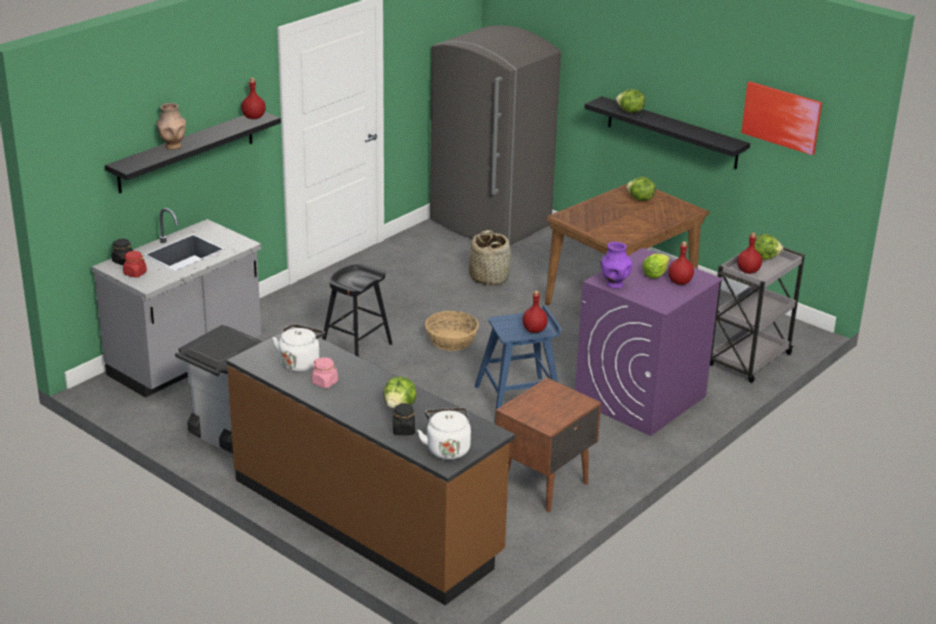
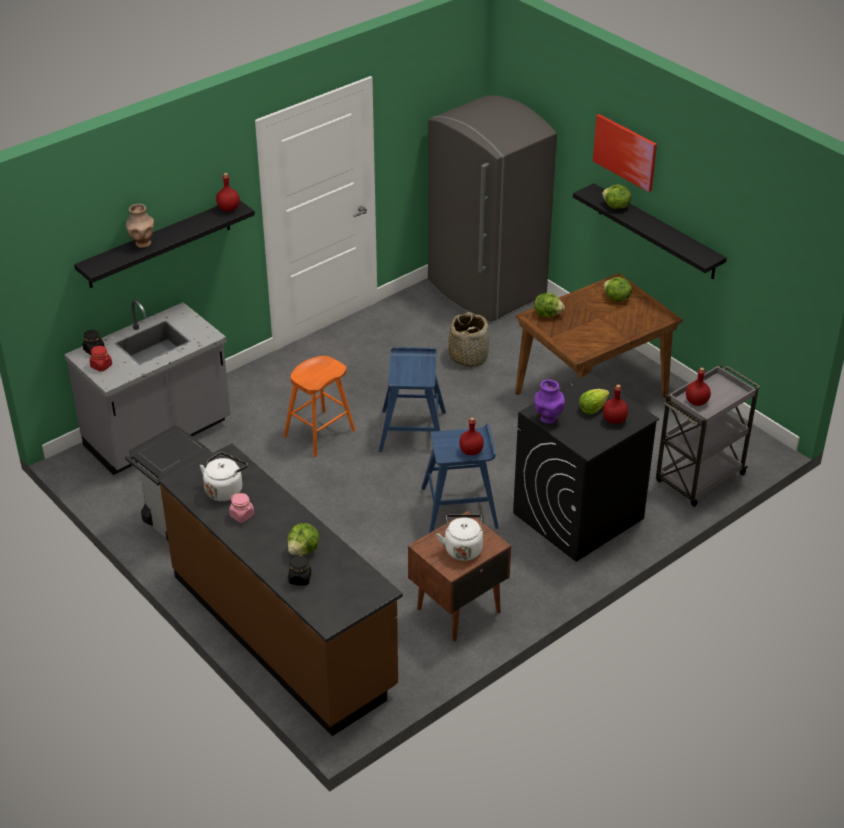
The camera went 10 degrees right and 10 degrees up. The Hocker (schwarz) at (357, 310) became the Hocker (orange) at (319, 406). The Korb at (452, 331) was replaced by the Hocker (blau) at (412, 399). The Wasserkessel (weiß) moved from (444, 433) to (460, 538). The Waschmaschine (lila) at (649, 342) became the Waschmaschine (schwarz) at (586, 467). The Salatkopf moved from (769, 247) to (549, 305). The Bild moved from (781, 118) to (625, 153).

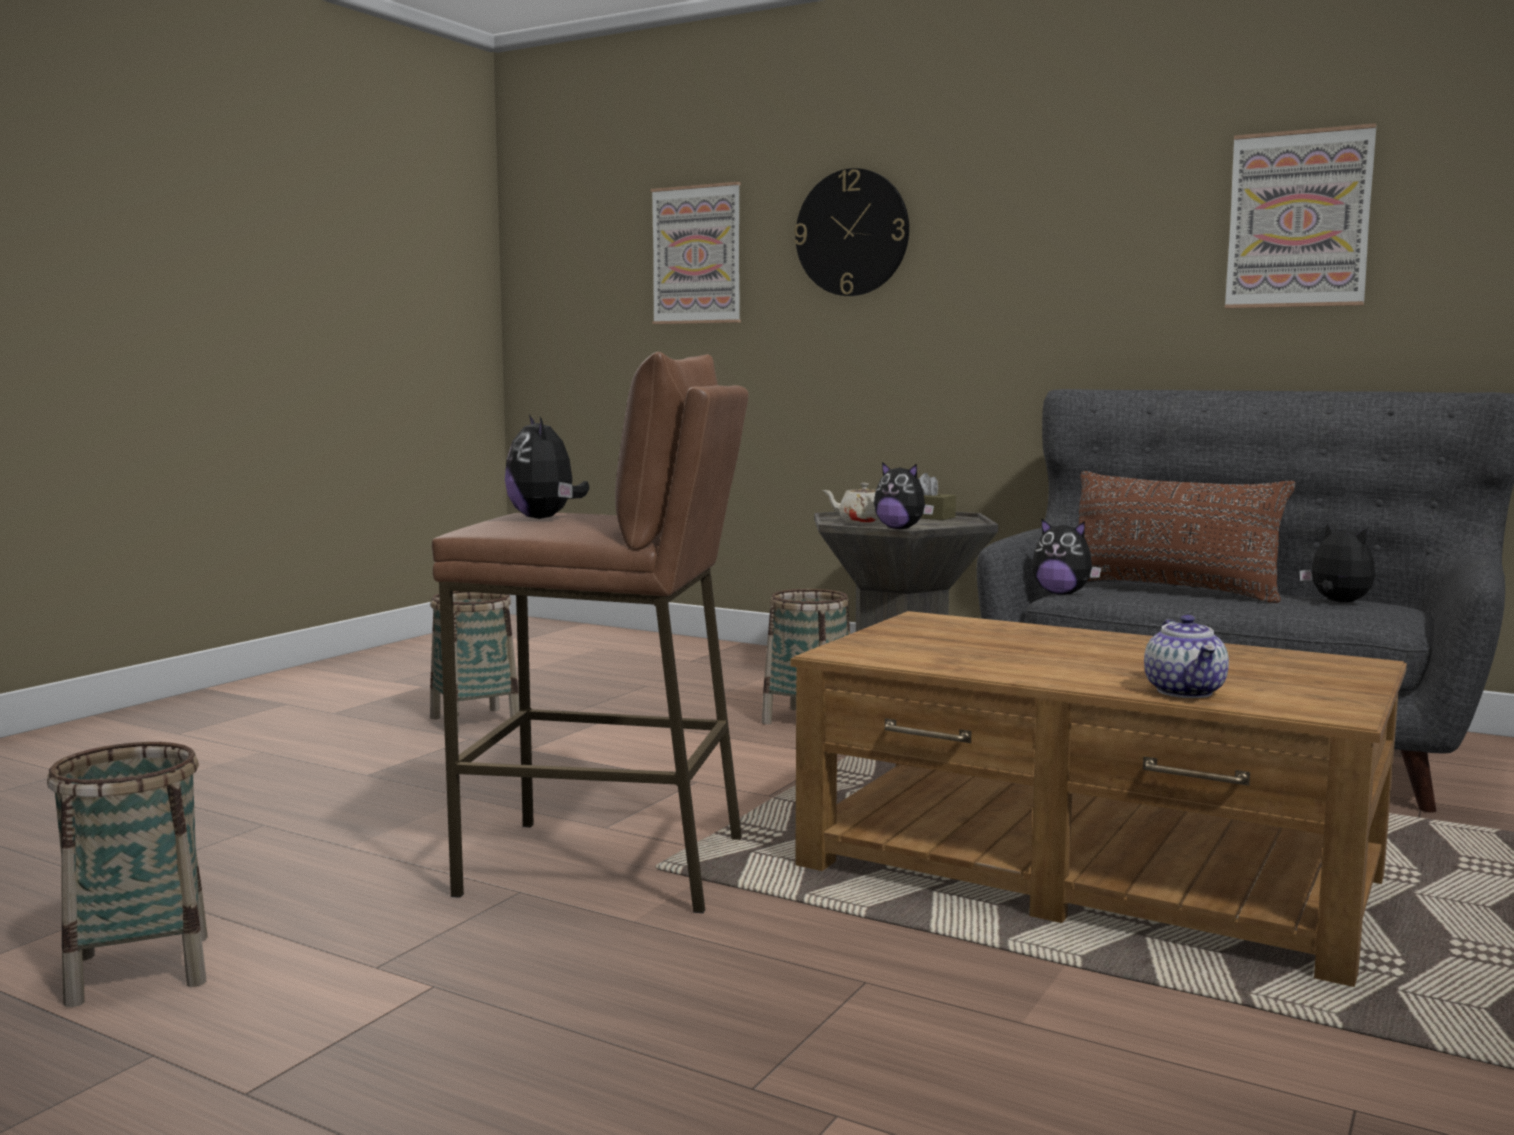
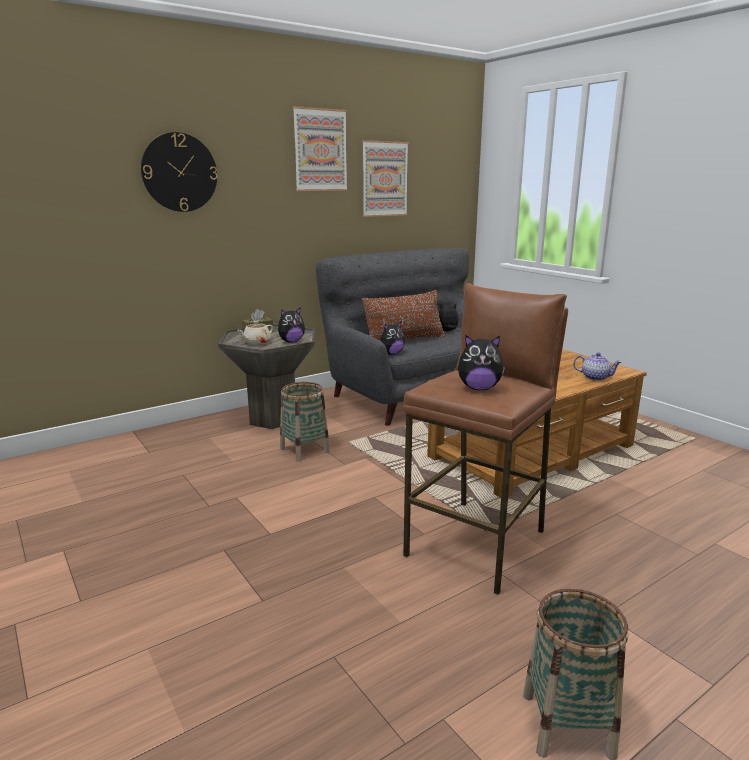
The camera went 65 degrees left and 10 degrees up. The Bild moved from (696, 253) to (320, 148). The Korb at (474, 662) disappeared.

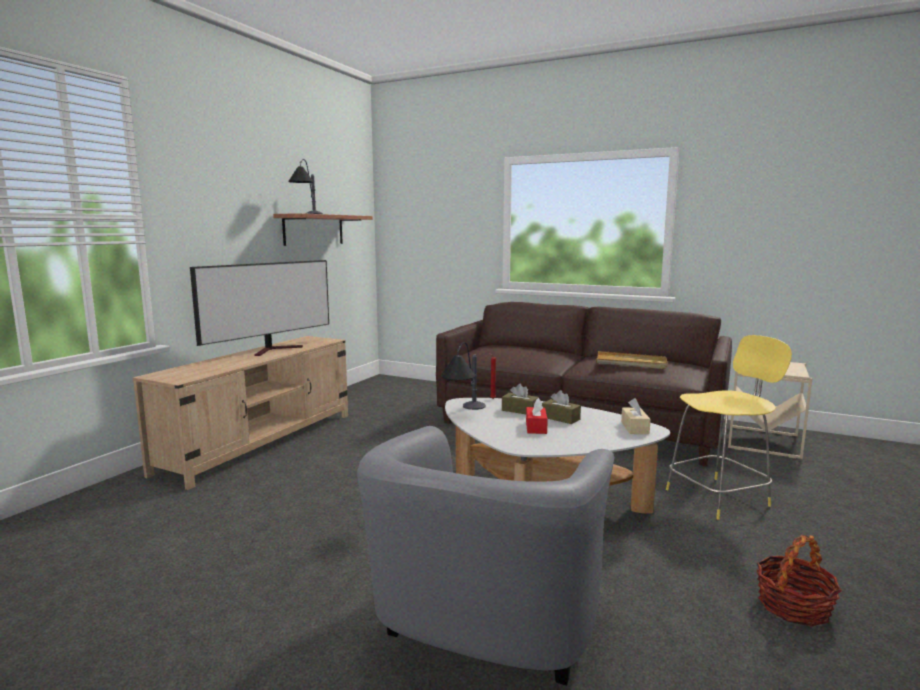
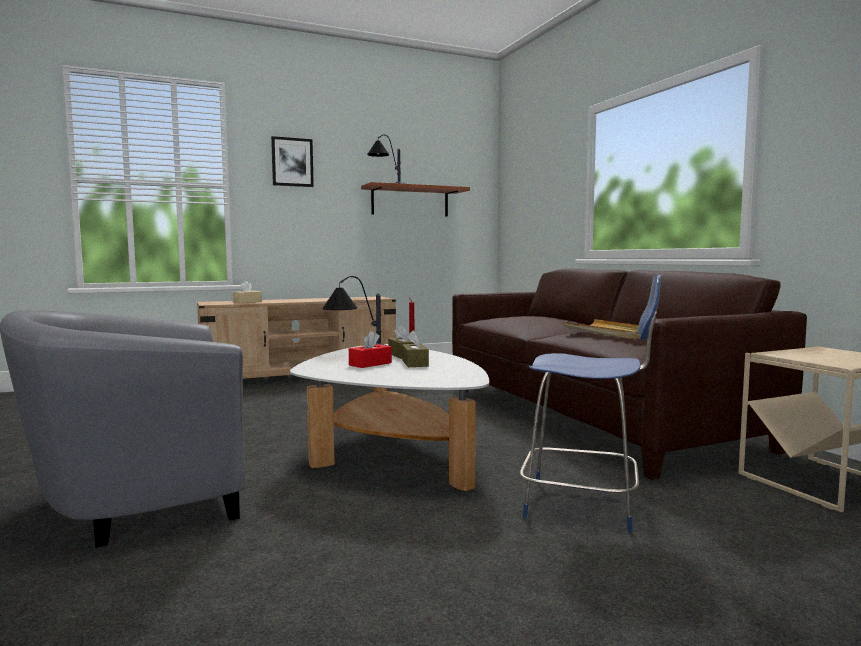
The camera went 40 degrees right and 5 degrees down. The Taschentuchbox (beige) moved from (636, 416) to (247, 292). The Bild at (292, 161) appeared. The Hocker (gelb) at (729, 427) became the Hocker (blau) at (590, 403). The Fernseher at (259, 308) disappeared. The Korb at (799, 581) disappeared.

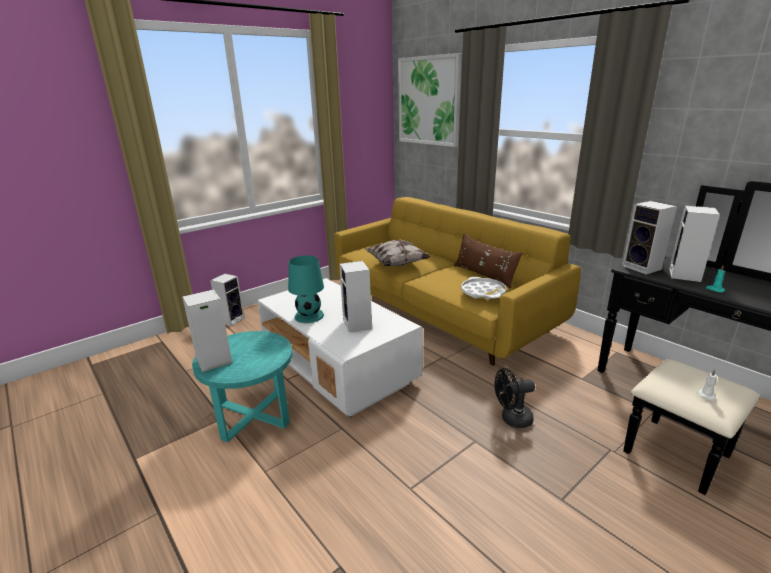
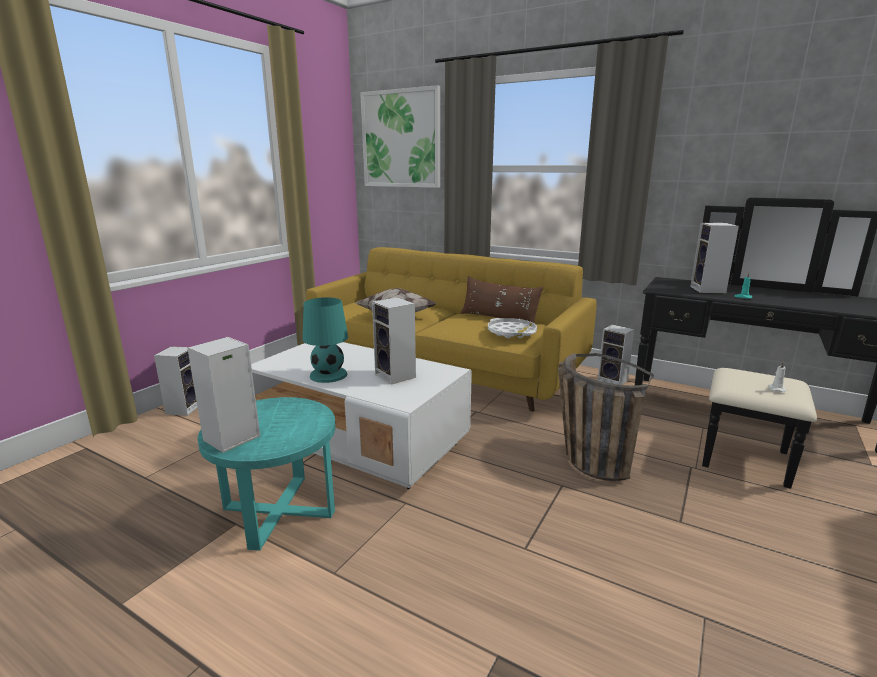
The camera went 20 degrees left and 5 degrees down. The Ventilator (schwarz) at (514, 398) was replaced by the Korb at (606, 417). The Lautsprecher moved from (649, 238) to (616, 355).

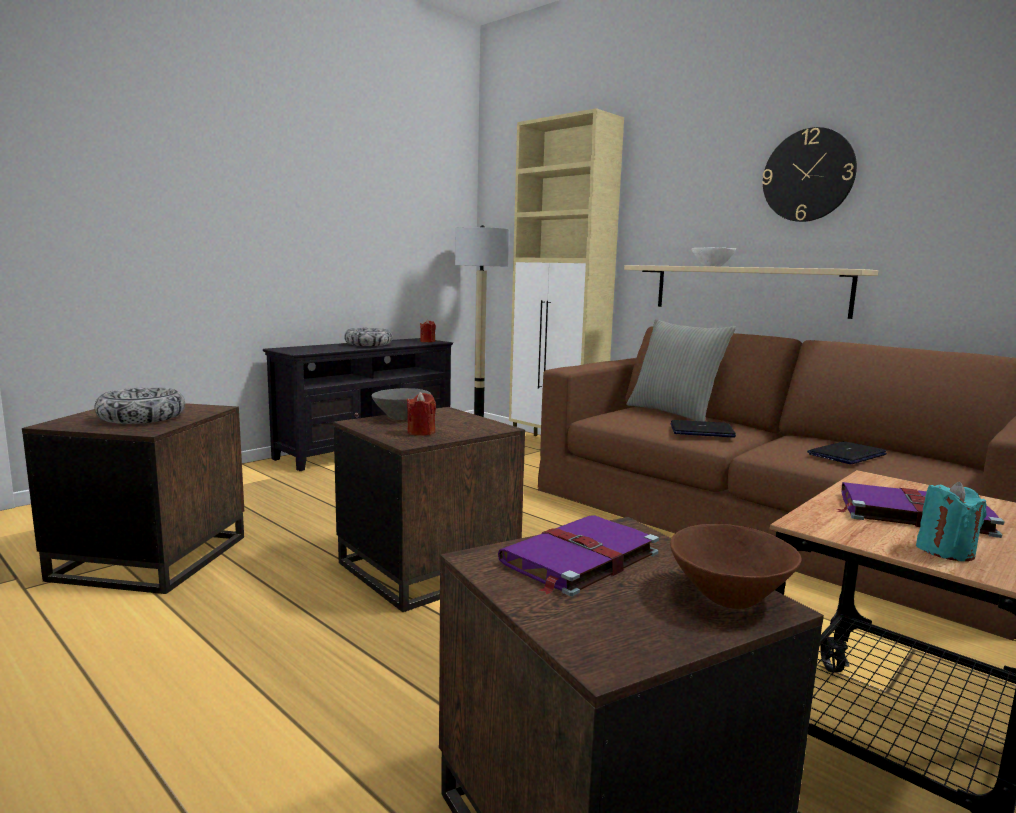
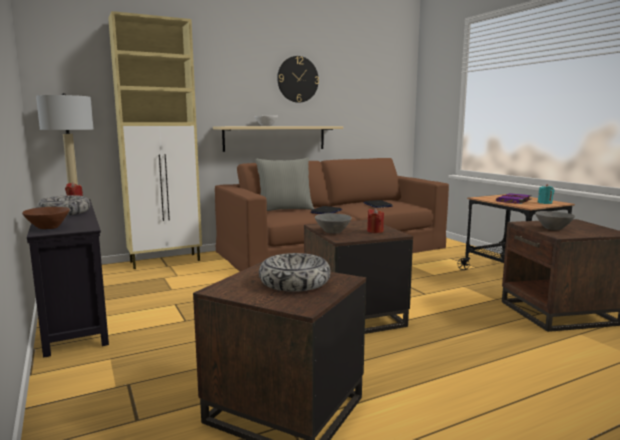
The camera went 70 degrees left and 0 degrees up. The Schüssel (braun) moved from (736, 566) to (46, 218). The Buch (lila) at (578, 555) was replaced by the Schüssel (grau) at (555, 220).

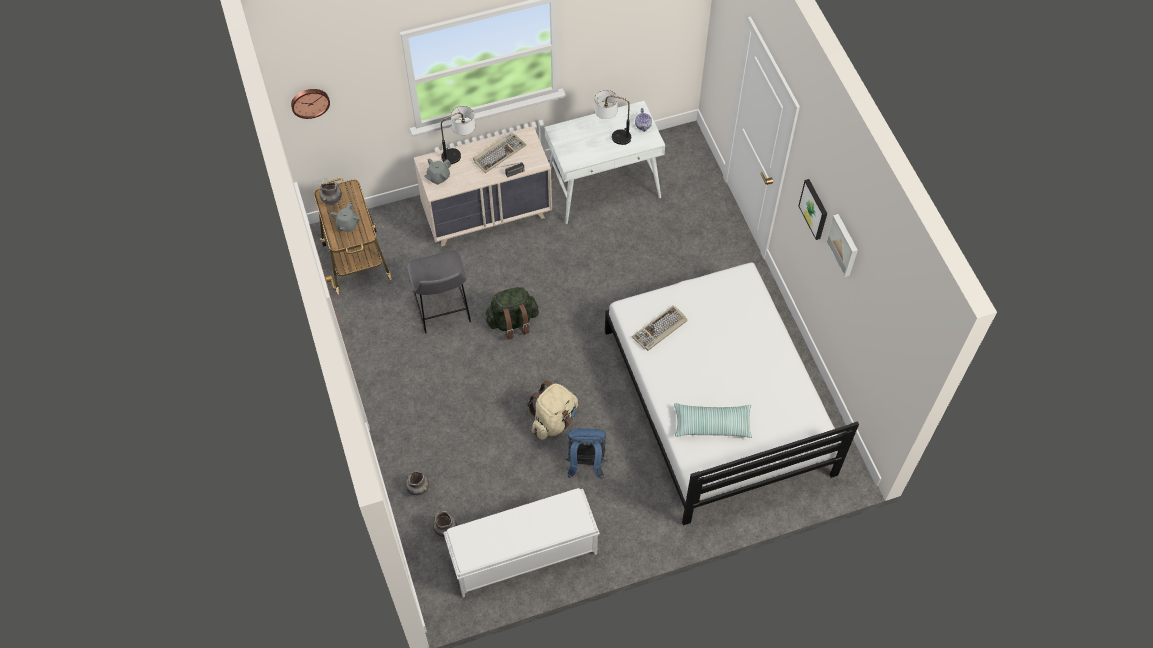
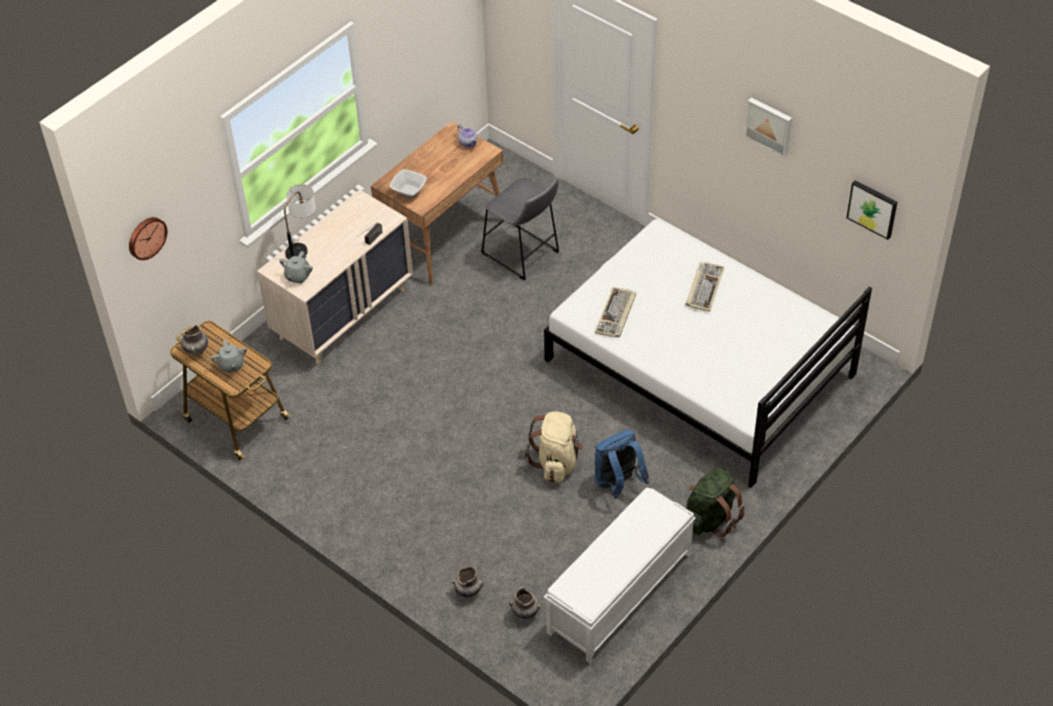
The camera went 30 degrees left and 10 degrees down. The Schreibtisch (weiß) at (605, 162) became the Schreibtisch (braun) at (437, 203). The Schüssel at (408, 184) appeared. The Hocker (grau) moved from (438, 292) to (520, 229). The Tastatur moved from (499, 152) to (705, 287). The Rucksack (grün) moved from (511, 313) to (715, 503). The Bild moved from (812, 209) to (871, 210). The Tischlampe at (612, 117) disappeared. The Kissen at (713, 420) disappeared.

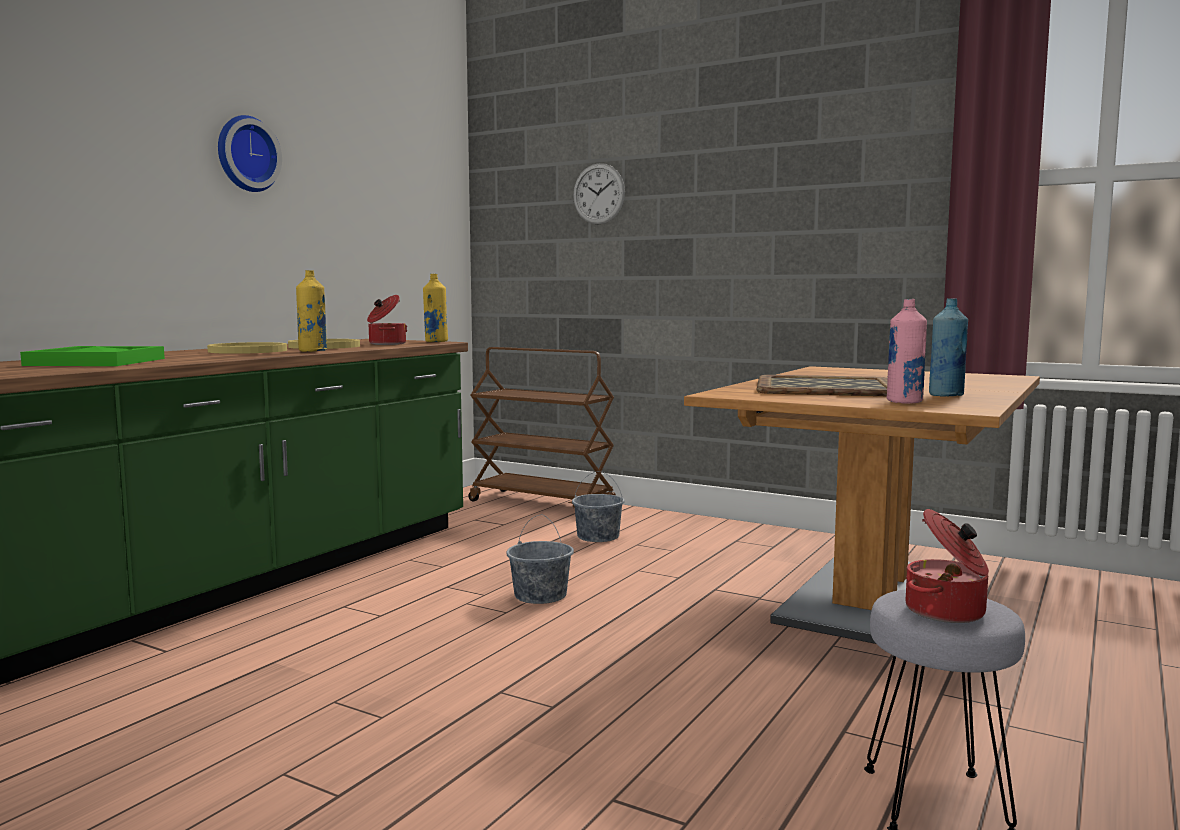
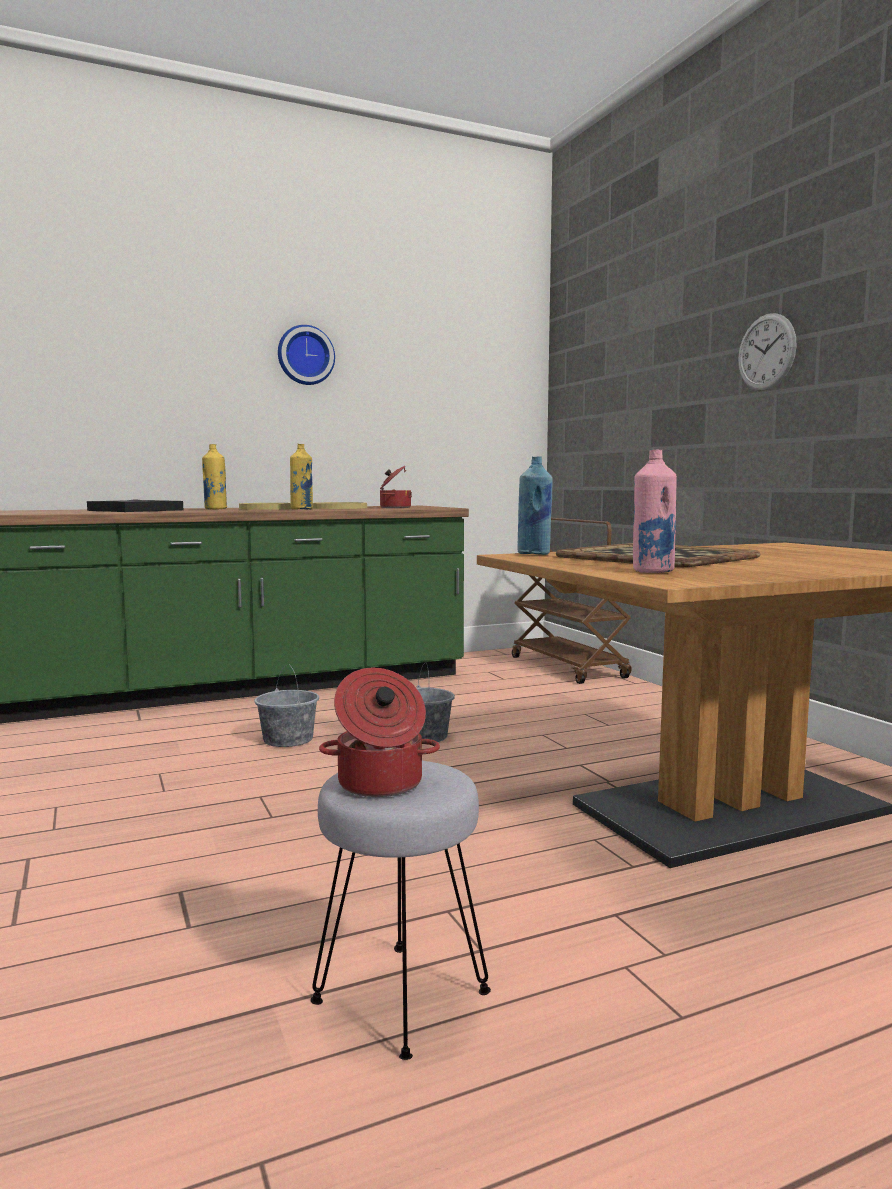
The camera went 35 degrees right and 0 degrees up. The Tablett (grün) at (92, 356) became the Tablett (schwarz) at (135, 505). The Flasche (gelb) moved from (435, 308) to (214, 476). The Eimer (grau) moved from (598, 506) to (286, 705). The Flasche (blau) moved from (948, 347) to (535, 505). The Wanduhr moved from (599, 194) to (767, 352).

